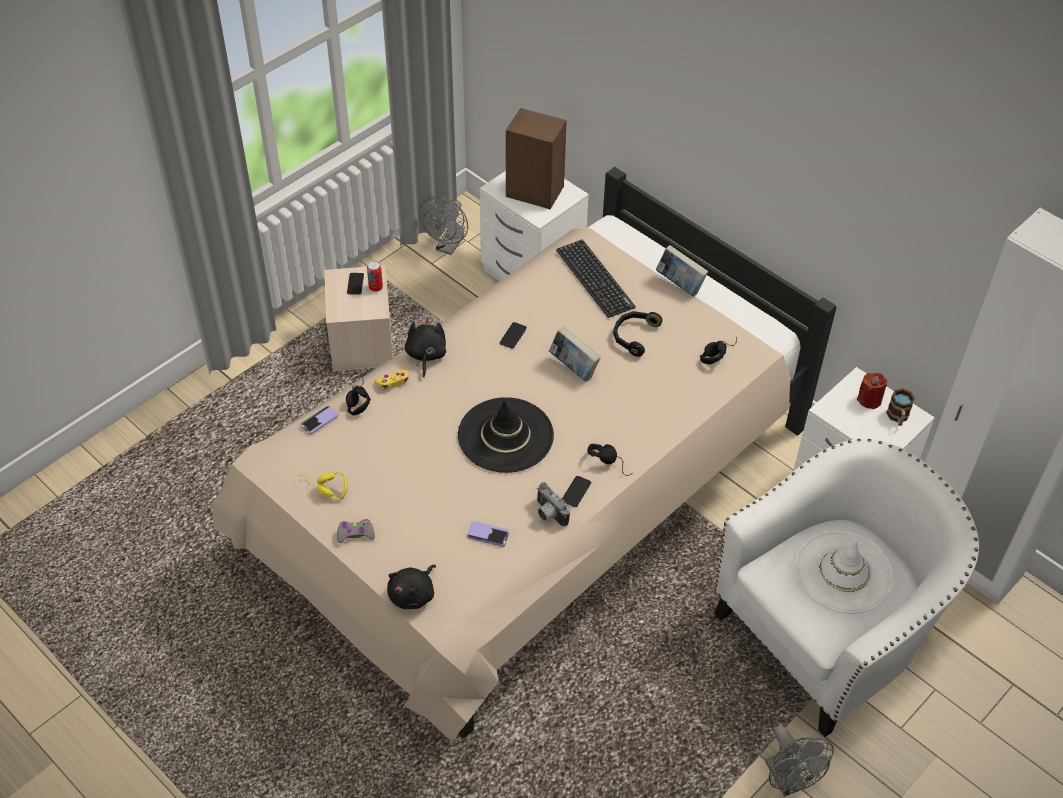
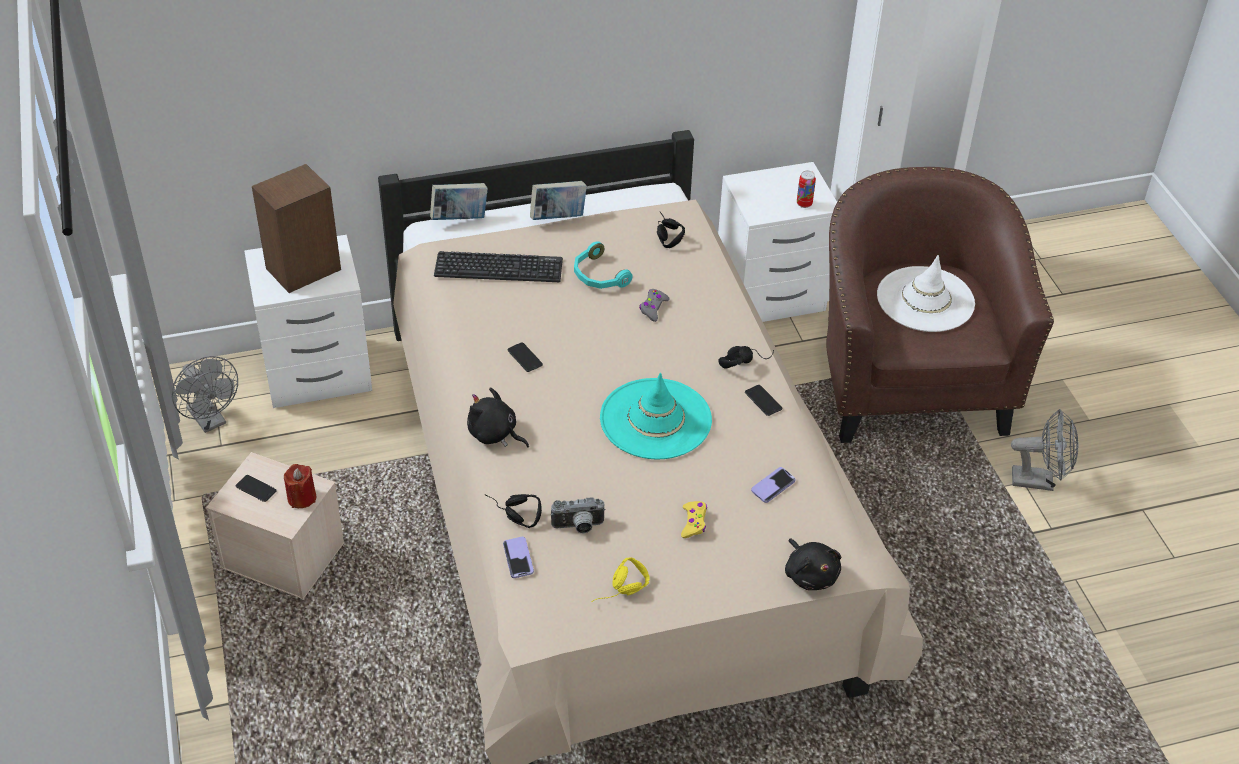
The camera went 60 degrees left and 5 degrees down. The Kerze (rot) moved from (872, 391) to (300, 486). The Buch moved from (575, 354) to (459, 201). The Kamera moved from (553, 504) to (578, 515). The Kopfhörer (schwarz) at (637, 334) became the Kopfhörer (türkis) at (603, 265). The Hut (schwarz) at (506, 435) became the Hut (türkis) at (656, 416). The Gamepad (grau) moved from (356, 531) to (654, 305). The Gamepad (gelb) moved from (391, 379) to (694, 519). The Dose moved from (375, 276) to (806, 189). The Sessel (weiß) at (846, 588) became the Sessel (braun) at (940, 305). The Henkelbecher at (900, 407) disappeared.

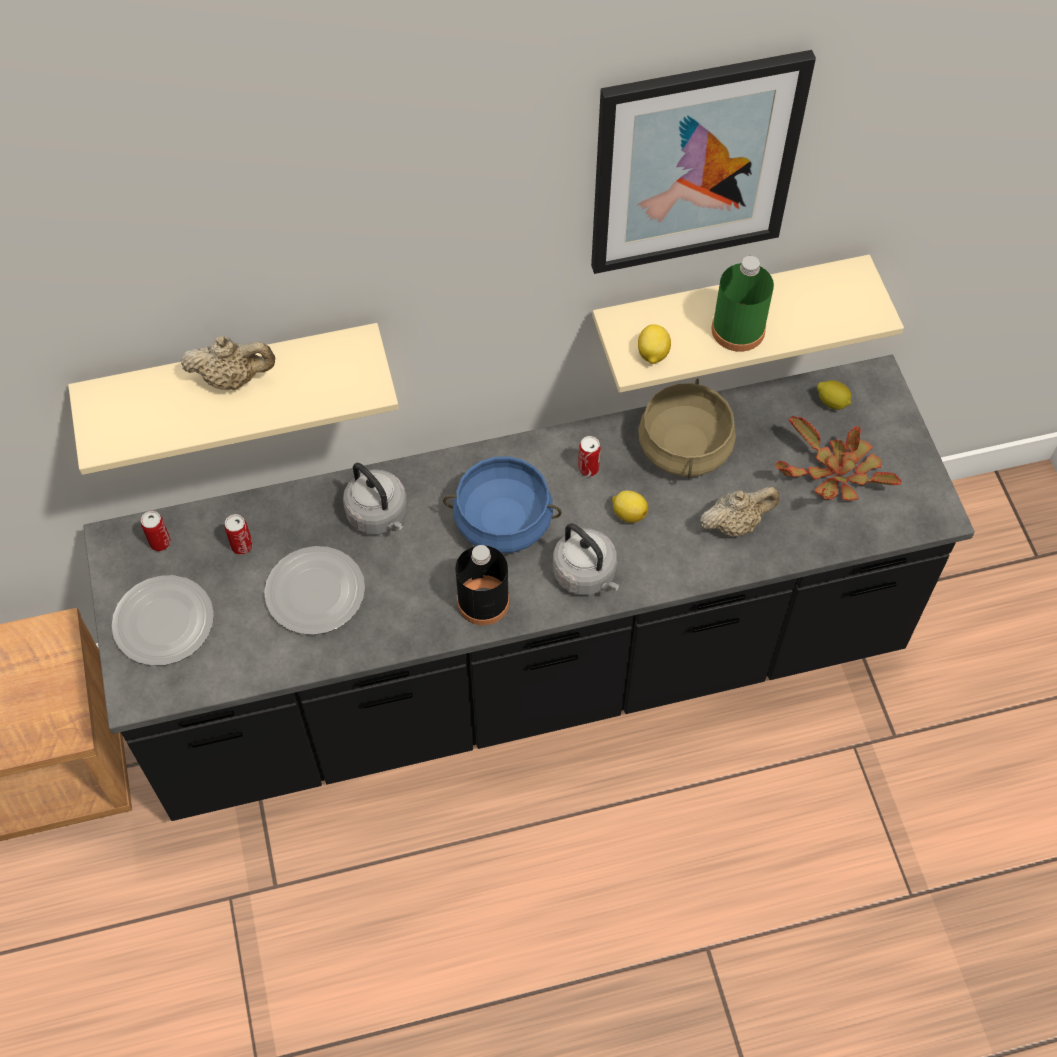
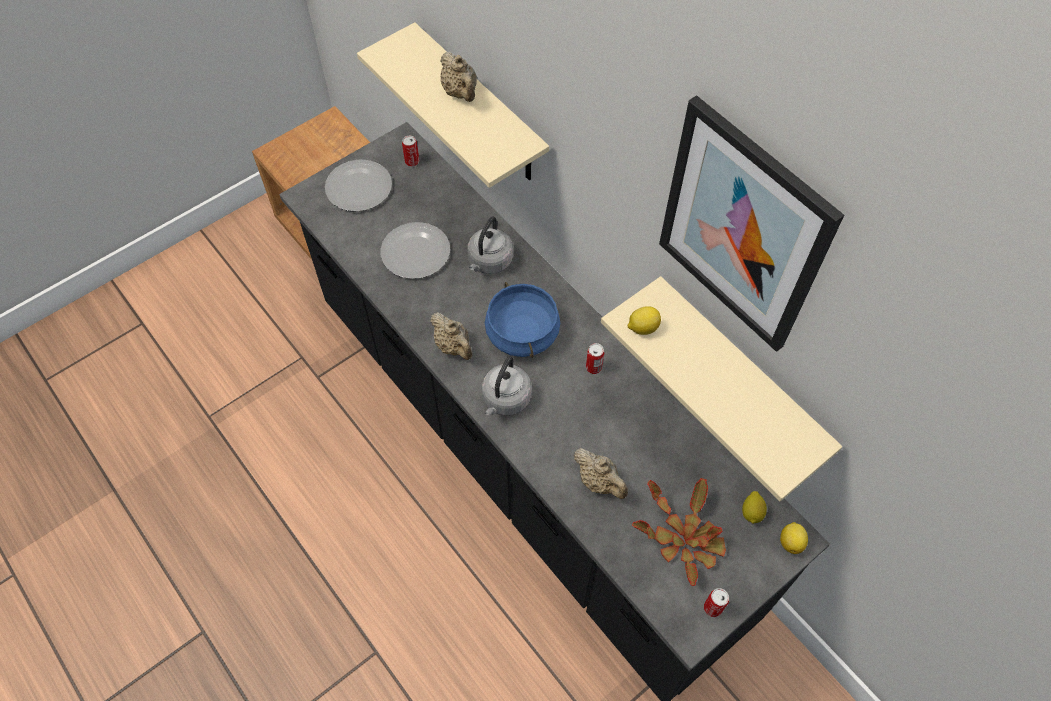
The camera went 65 degrees right and 0 degrees up. The Flasche (schwarz) at (483, 585) was replaced by the Teekanne (beige) at (451, 336). The Dose moved from (239, 534) to (716, 602). The Zitrone moved from (630, 506) to (794, 538). The Kochtopf (beige) at (687, 428) disappeared. The Flasche (grün) at (742, 304) disappeared.

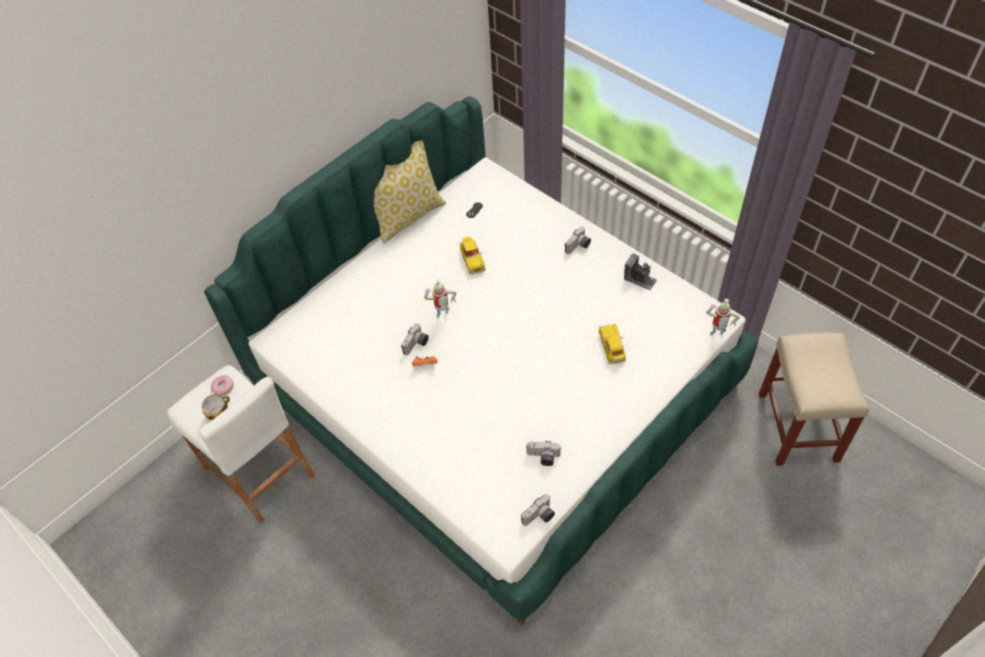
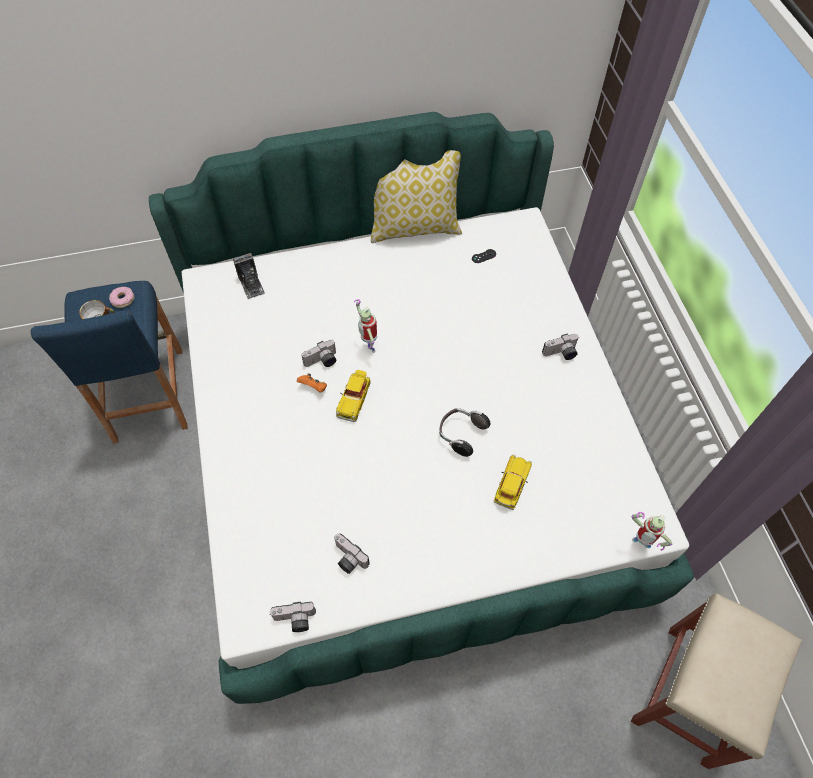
The camera went 30 degrees right and 5 degrees up. The Hocker (weiß) at (241, 444) became the Hocker (blau) at (109, 362). The Kamera moved from (640, 272) to (249, 276). The Spielzeugauto moved from (472, 256) to (353, 396). The Spielzeugroboter at (440, 298) turned 60 degrees clockwise. The Kopfhörer at (464, 432) appeared.

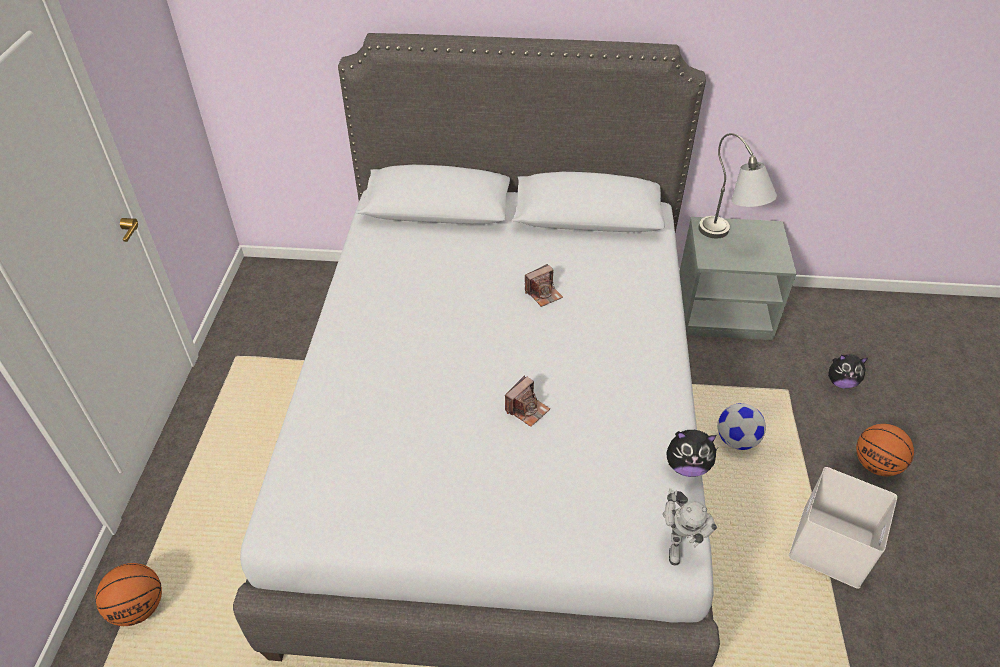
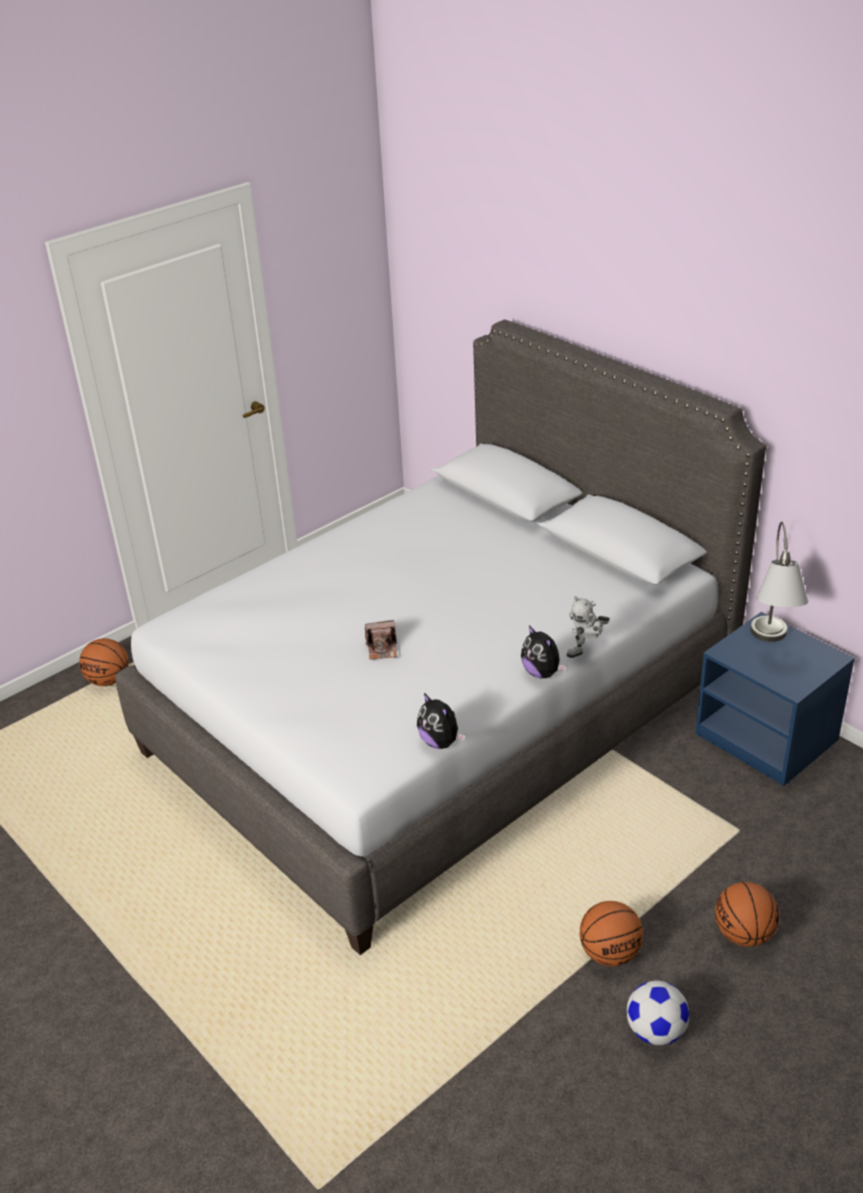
The camera went 45 degrees right and 10 degrees down. The Plüschtier moved from (848, 372) to (544, 651). The Spielzeugroboter moved from (690, 526) to (588, 627). The Aufbewahrungsbox (weiß) at (843, 528) was replaced by the Basketball at (611, 933). The Fußball moved from (741, 426) to (658, 1012). The Nachttisch (grau) at (738, 278) became the Nachttisch (blau) at (775, 699). The Kamera at (544, 285) disappeared.

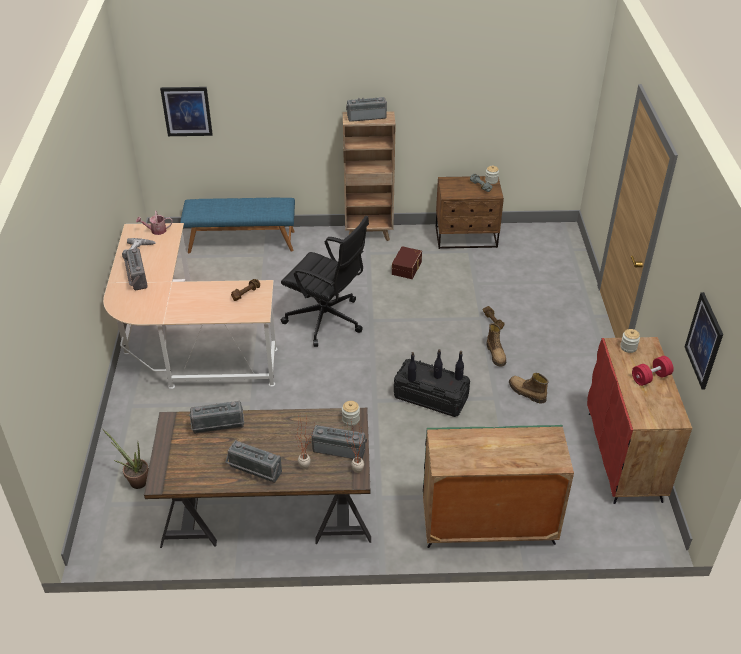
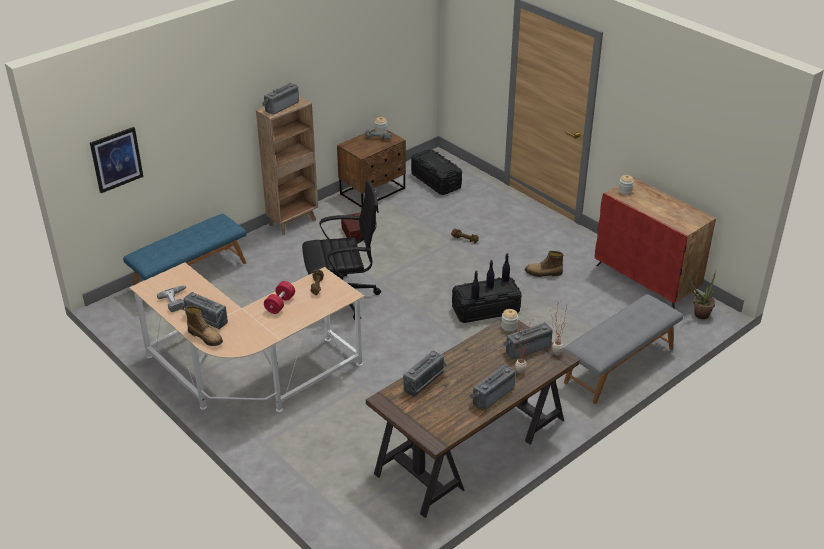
The camera went 40 degrees left and 5 degrees down. The Stiefel moved from (496, 344) to (204, 326). The Hantel (rot) moved from (653, 371) to (279, 297). The Aufbewahrungsbox (schwarz) at (436, 172) appeared. The Radio at (253, 461) turned 150 degrees clockwise. The Schrank (grün) at (498, 486) was replaced by the Bank (grau) at (623, 349). The Topfpflanze moved from (125, 459) to (701, 295). The Gießkanne at (154, 223) disappeared. The Bild at (704, 340) disappeared.

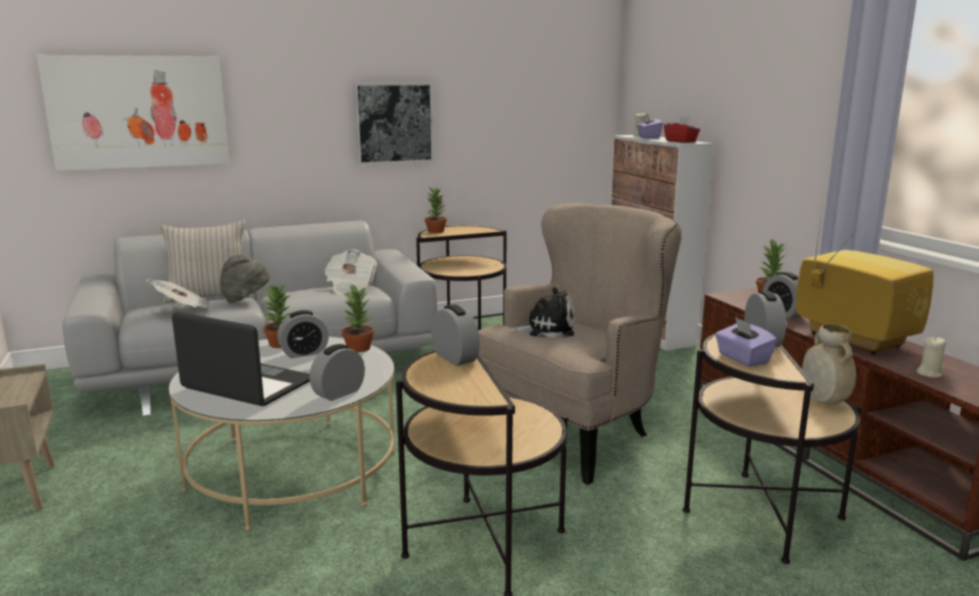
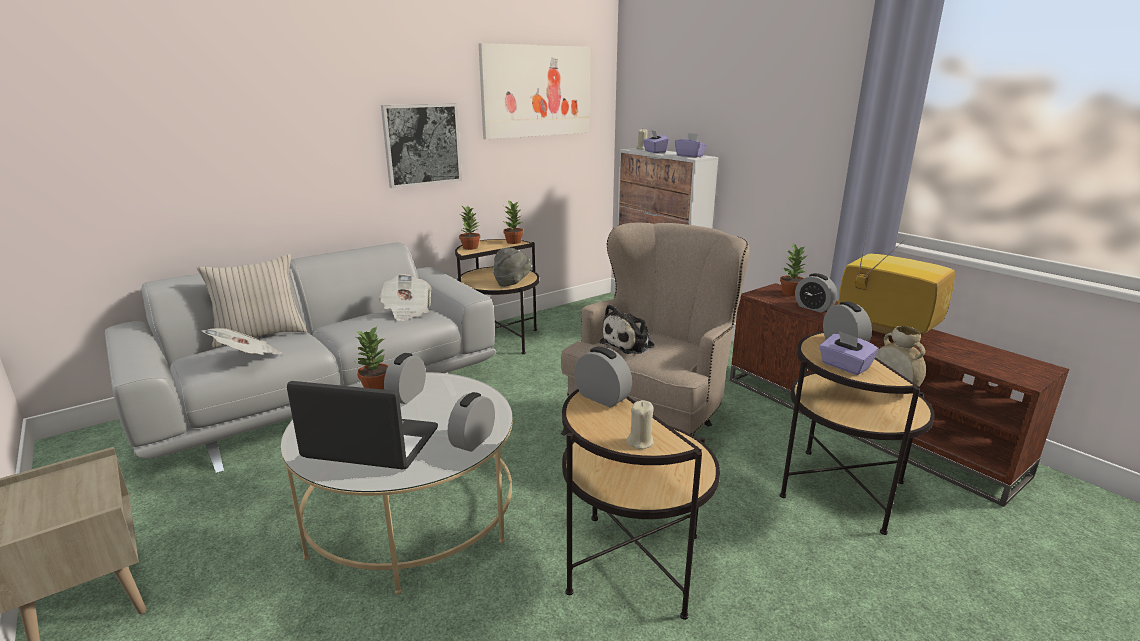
The camera went 15 degrees left and 5 degrees up. The Wecker at (303, 334) turned 150 degrees clockwise. The Bild moved from (133, 113) to (534, 91). The Hut (grau) moved from (245, 279) to (512, 267). The Topfpflanze moved from (358, 318) to (513, 222). The Plüschtier at (541, 312) turned 150 degrees clockwise. The Kerze (beige) moved from (931, 357) to (640, 424). The Taschentuchbox (rot) at (682, 129) became the Taschentuchbox (lila) at (691, 145).

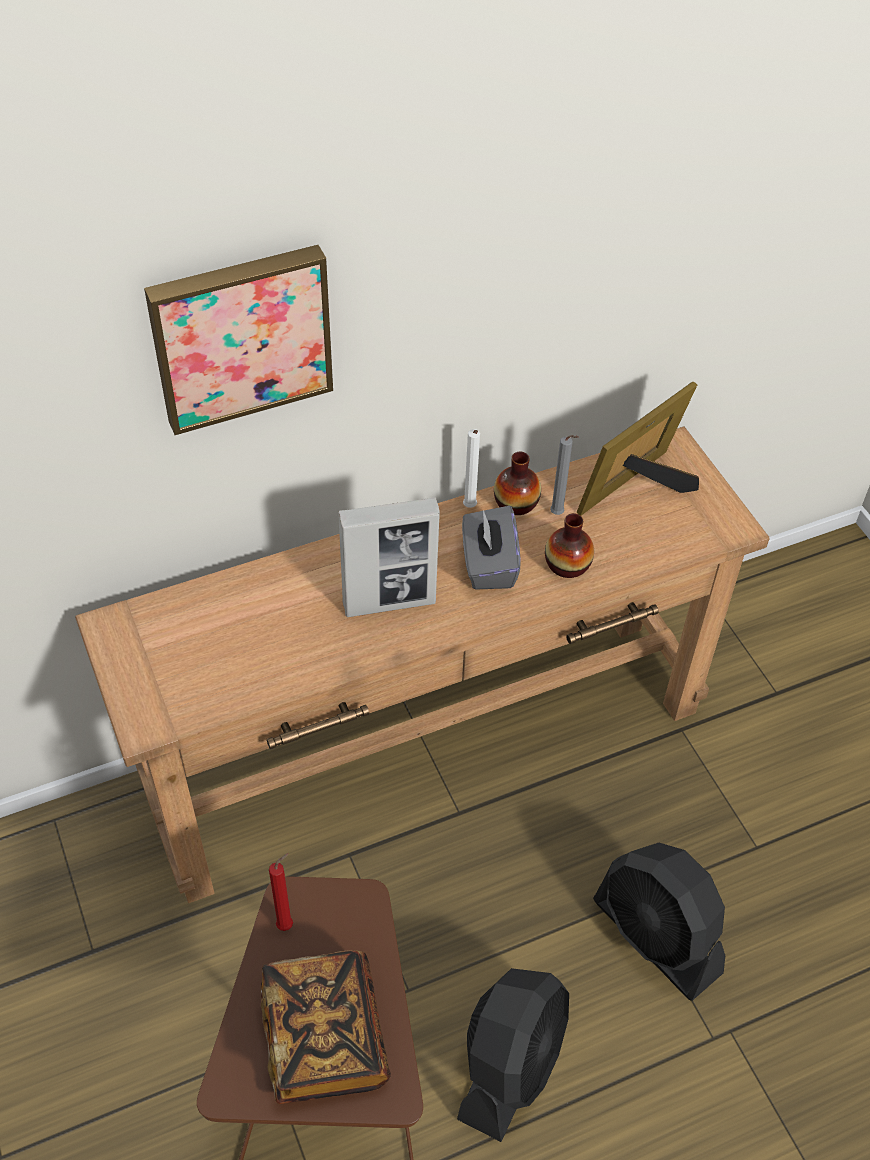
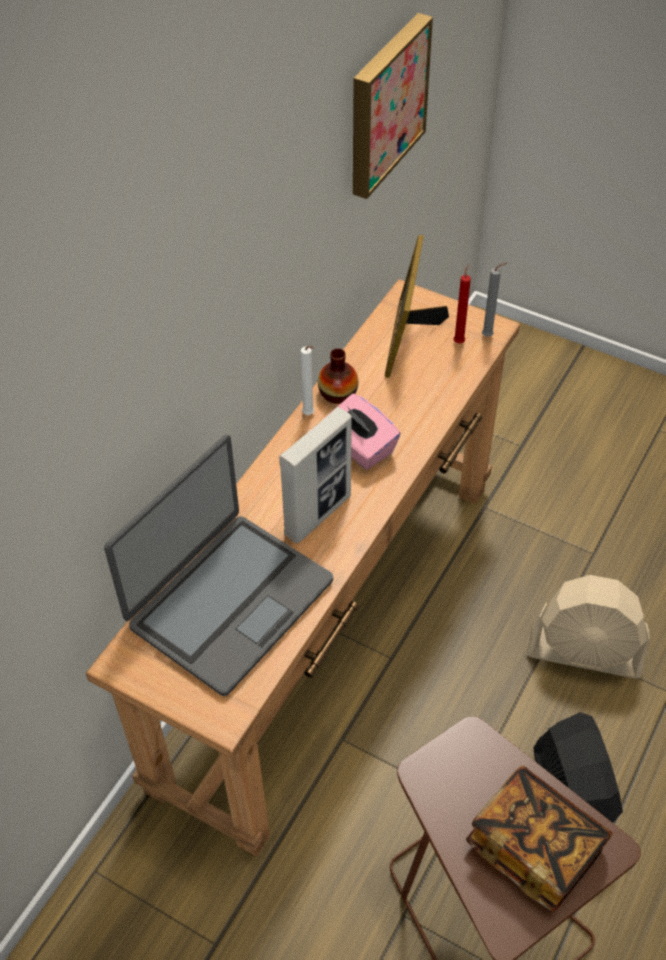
The camera went 35 degrees left and 0 degrees up. The Laptop at (218, 565) appeared. The Taschentuchbox (grau) at (491, 548) became the Taschentuchbox (rosa) at (364, 432). The Bild moved from (238, 340) to (393, 106). The Kerze (rot) moved from (281, 892) to (462, 303). The Kerze (grau) moved from (564, 475) to (494, 299). The Ventilator (schwarz) at (659, 922) became the Ventilator (beige) at (588, 627). The Vase at (569, 545) disappeared.

